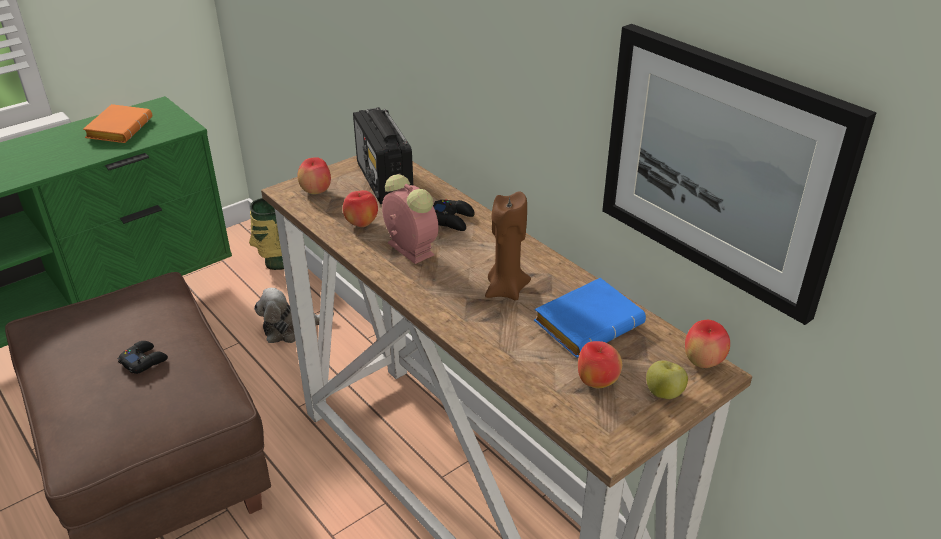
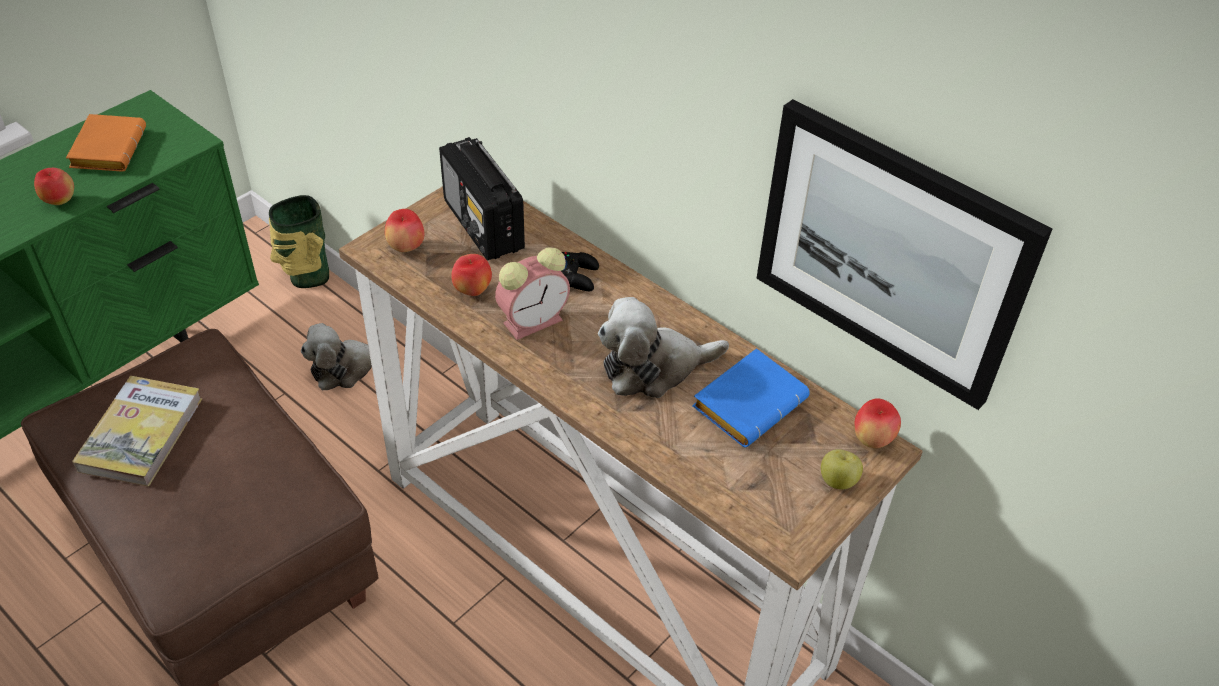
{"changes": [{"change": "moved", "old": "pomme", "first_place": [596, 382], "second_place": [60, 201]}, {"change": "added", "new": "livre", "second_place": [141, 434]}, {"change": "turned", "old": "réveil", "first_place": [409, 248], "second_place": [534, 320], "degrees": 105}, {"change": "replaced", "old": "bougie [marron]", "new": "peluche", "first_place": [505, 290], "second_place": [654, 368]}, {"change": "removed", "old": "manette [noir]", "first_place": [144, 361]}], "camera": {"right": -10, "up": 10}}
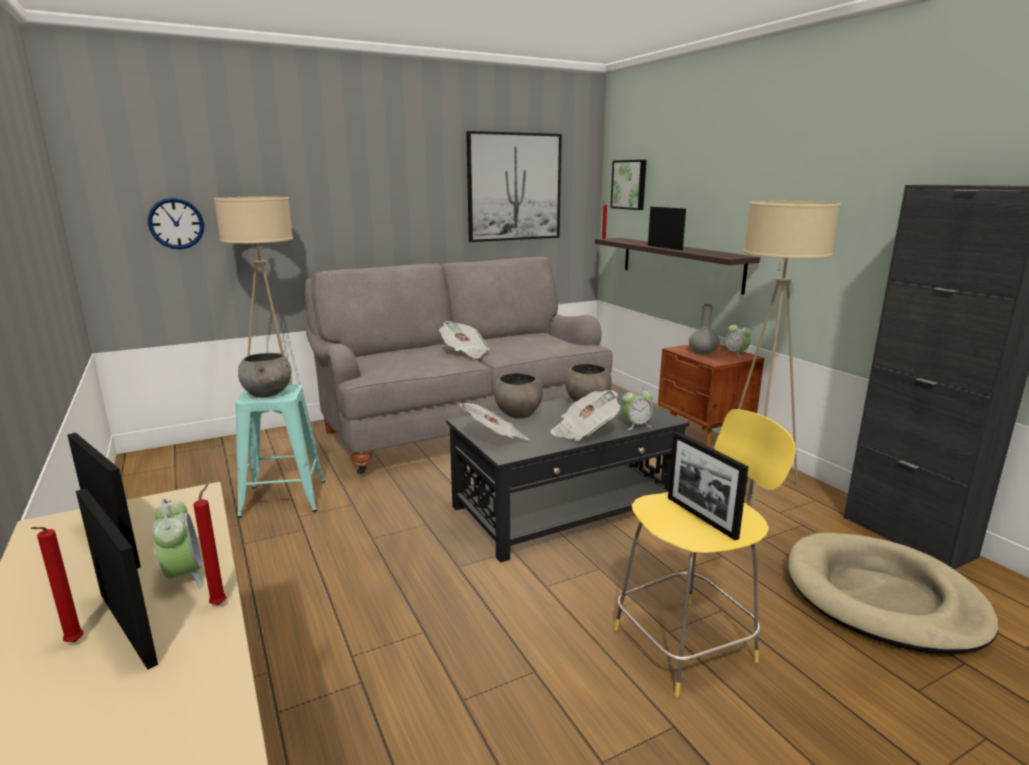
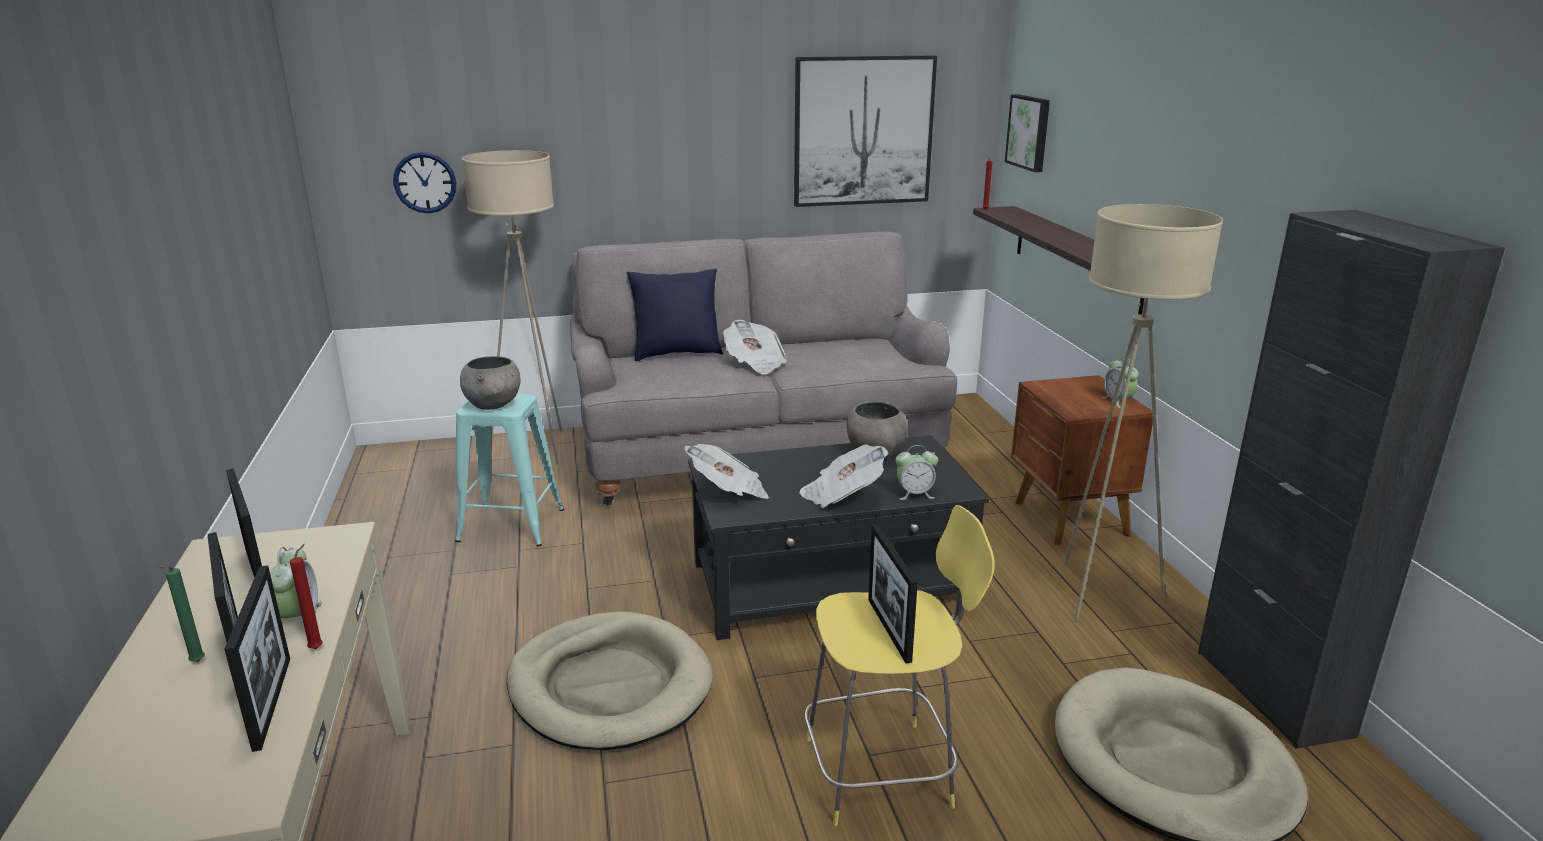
{"changes": [{"change": "recoloured", "old": "bougie [rouge]", "new": "bougie [vert]", "first_place": [72, 644], "second_place": [195, 663]}, {"change": "moved", "old": "cadre photo", "first_place": [664, 247], "second_place": [272, 702]}, {"change": "added", "new": "panier pour chien [beige]", "second_place": [610, 686]}, {"change": "added", "new": "coussin [bleu]", "second_place": [677, 353]}, {"change": "removed", "old": "bol [gris]", "first_place": [517, 414]}, {"change": "removed", "old": "vase [gris]", "first_place": [703, 352]}], "camera": {"right": 15, "up": 5}}
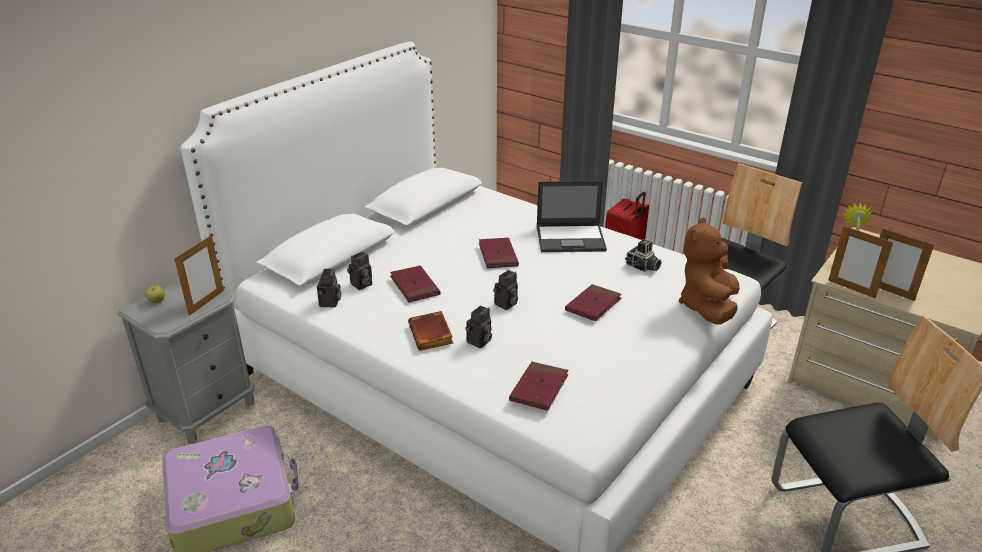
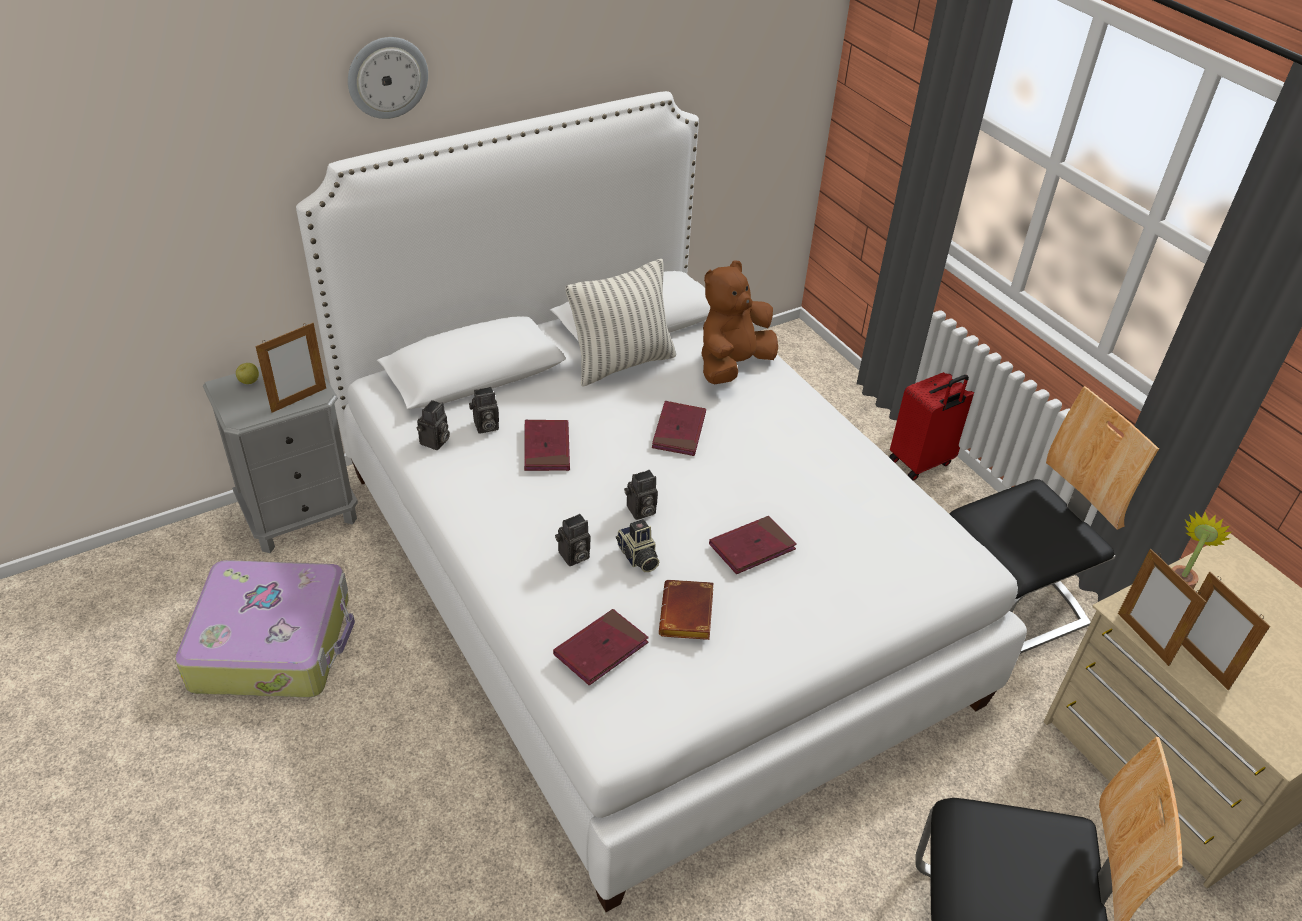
{"changes": [{"change": "added", "new": "horloge murale", "second_place": [387, 77]}, {"change": "added", "new": "coussin", "second_place": [622, 363]}, {"change": "moved", "old": "appareil photo", "first_place": [642, 267], "second_place": [637, 557]}, {"change": "moved", "old": "livre [marron]", "first_place": [432, 335], "second_place": [688, 616]}, {"change": "moved", "old": "peluche [marron]", "first_place": [707, 307], "second_place": [732, 365]}, {"change": "removed", "old": "ordinateur portable", "first_place": [571, 238]}], "camera": {"right": 20, "up": 10}}
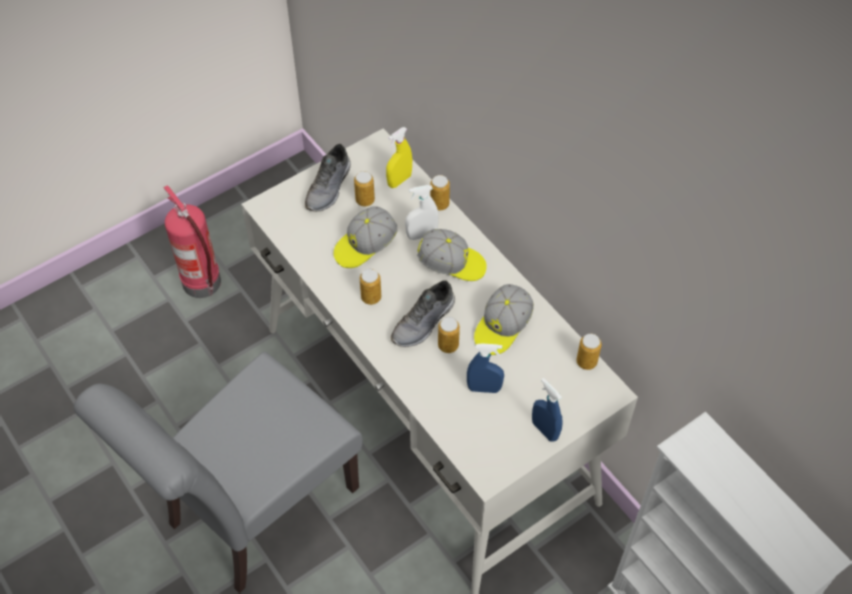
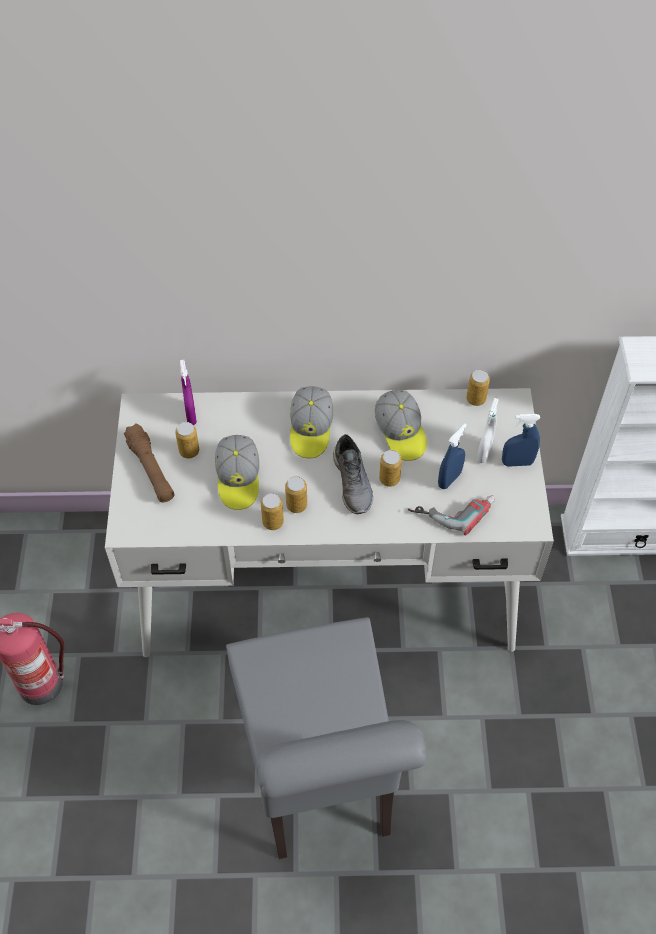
{"changes": [{"change": "replaced", "old": "chaussure [gris]", "new": "lampe de poche [marron]", "first_place": [329, 187], "second_place": [151, 469]}, {"change": "recoloured", "old": "vaporisateur [jaune]", "new": "vaporisateur [violet]", "first_place": [399, 180], "second_place": [191, 415]}, {"change": "moved", "old": "boîte métallique", "first_place": [439, 204], "second_place": [273, 522]}, {"change": "turned", "old": "casquette", "first_place": [452, 264], "second_place": [311, 429], "degrees": 135}, {"change": "added", "new": "perceuse", "second_place": [452, 507]}, {"change": "moved", "old": "vaporisateur [blanc]", "first_place": [421, 235], "second_place": [484, 452]}], "camera": {"right": -55, "up": 0}}
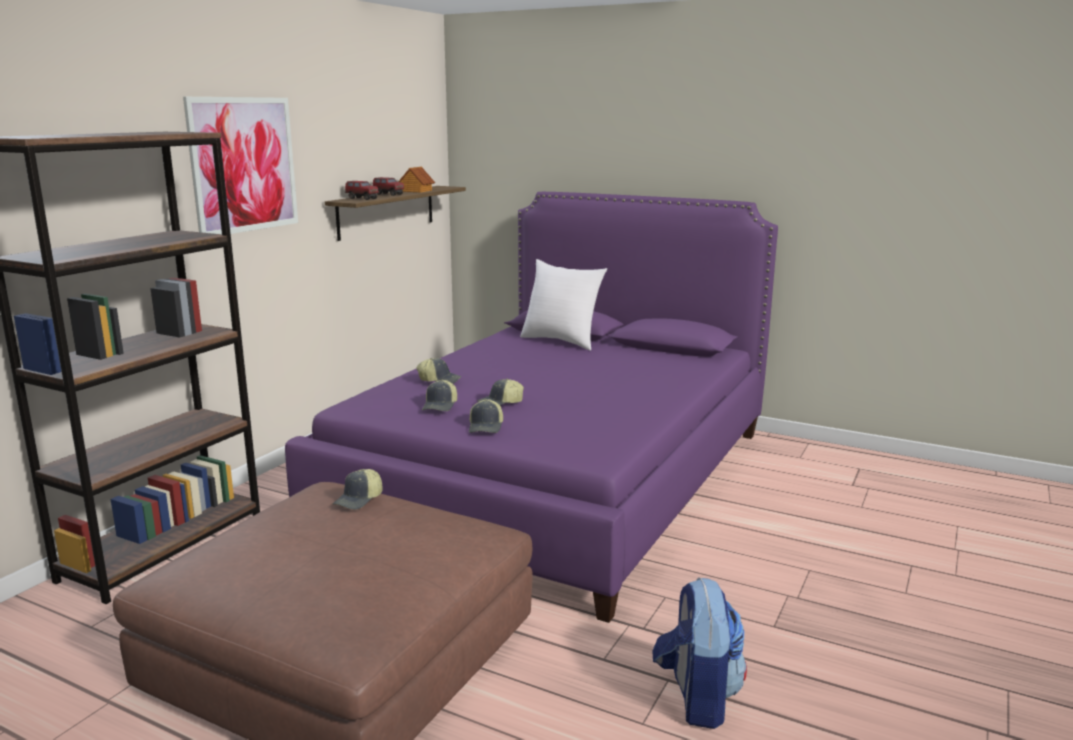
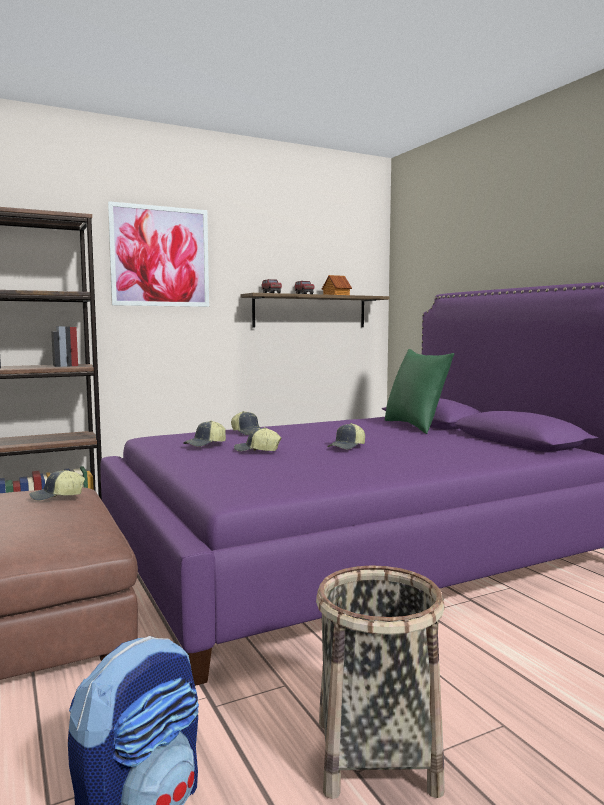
{"changes": [{"change": "added", "new": "panier", "second_place": [376, 756]}, {"change": "moved", "old": "casquette", "first_place": [486, 427], "second_place": [347, 447]}, {"change": "recoloured", "old": "coussin [blanc]", "new": "coussin [vert]", "first_place": [562, 341], "second_place": [416, 426]}], "camera": {"right": 35, "up": -10}}
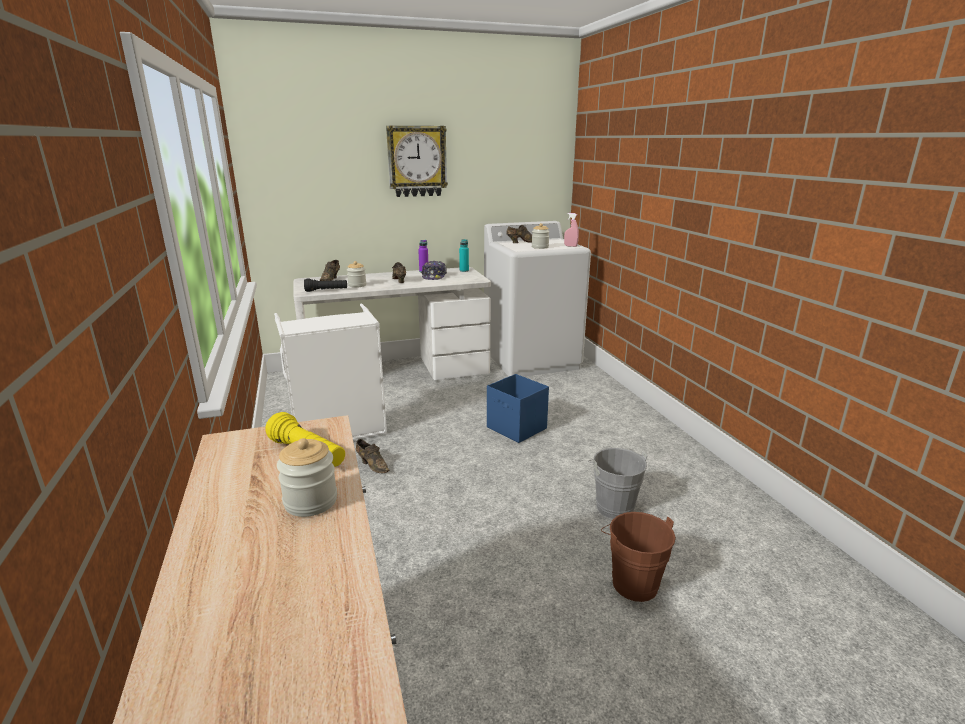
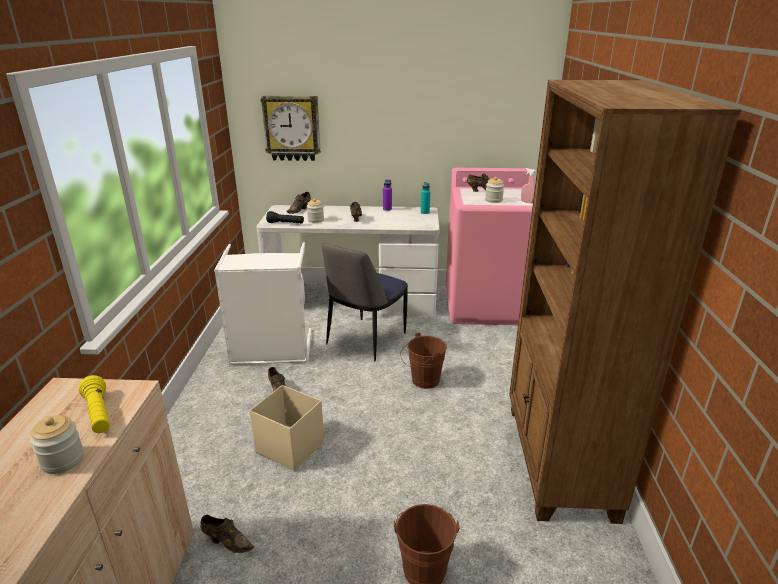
{"changes": [{"change": "added", "new": "chaussure [marron]", "second_place": [227, 542]}, {"change": "added", "new": "boîte de rangement [beige]", "second_place": [289, 446]}, {"change": "moved", "old": "horloge murale", "first_place": [417, 161], "second_place": [292, 128]}, {"change": "added", "new": "chaise", "second_place": [365, 340]}, {"change": "replaced", "old": "boîte de rangement [bleu]", "new": "seau [marron]", "first_place": [517, 428], "second_place": [422, 381]}, {"change": "recoloured", "old": "lave-linge [blanc]", "new": "lave-linge [rose]", "first_place": [532, 359], "second_place": [486, 306]}, {"change": "added", "new": "bibliothèque [marron]", "second_place": [558, 461]}, {"change": "removed", "old": "casquette", "first_place": [434, 276]}, {"change": "removed", "old": "seau [gris]", "first_place": [612, 505]}], "camera": {"right": 20, "up": 5}}
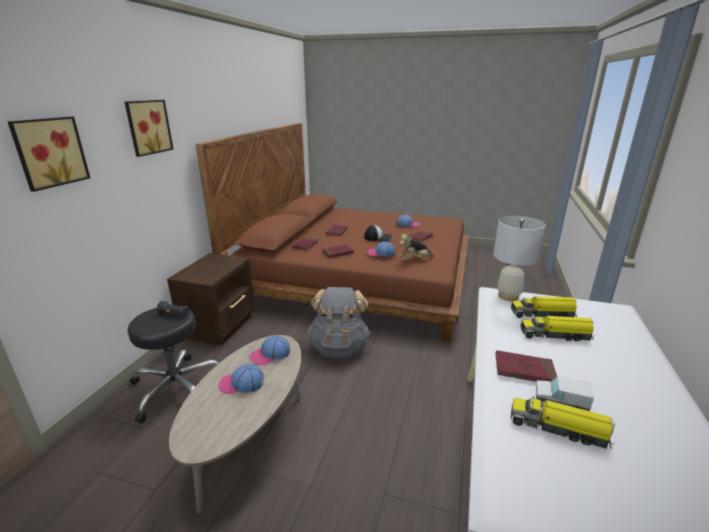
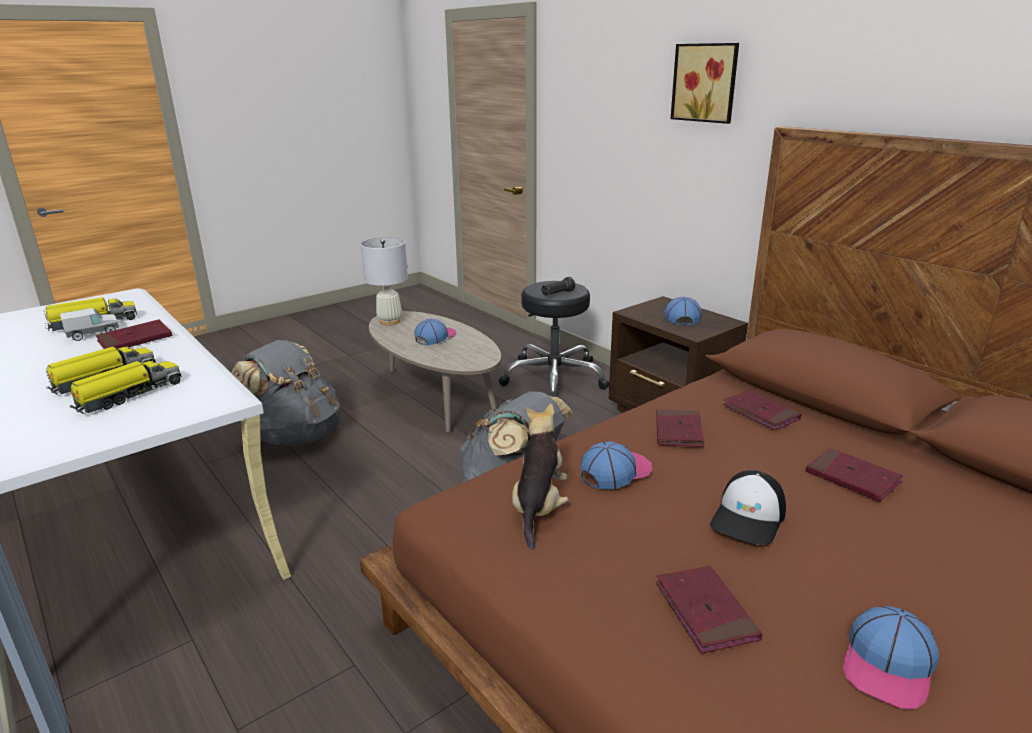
{"changes": [{"change": "added", "new": "sac à dos [gris]", "second_place": [297, 435]}, {"change": "moved", "old": "lampe de table [blanc]", "first_place": [508, 296], "second_place": [390, 321]}, {"change": "moved", "old": "casquette", "first_place": [270, 354], "second_place": [681, 316]}, {"change": "removed", "old": "tableau", "first_place": [49, 152]}], "camera": {"right": 125, "up": 0}}
